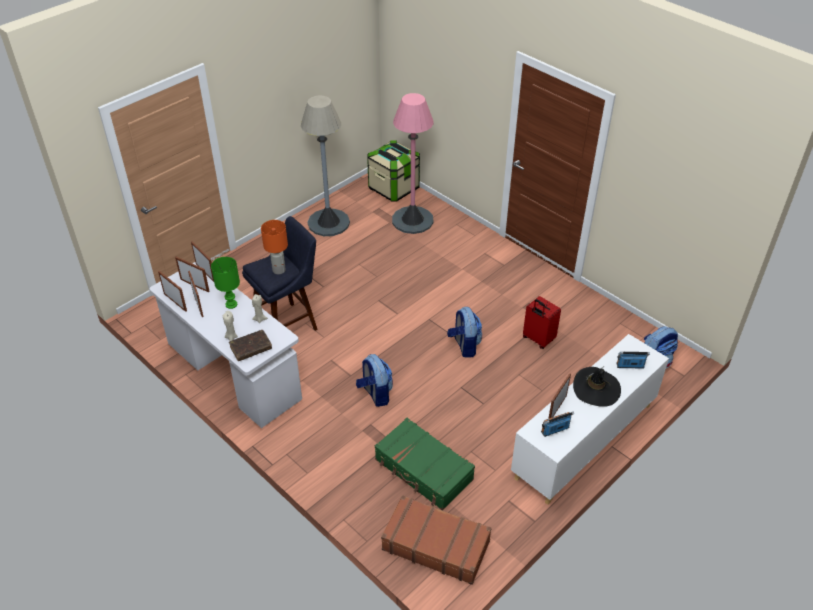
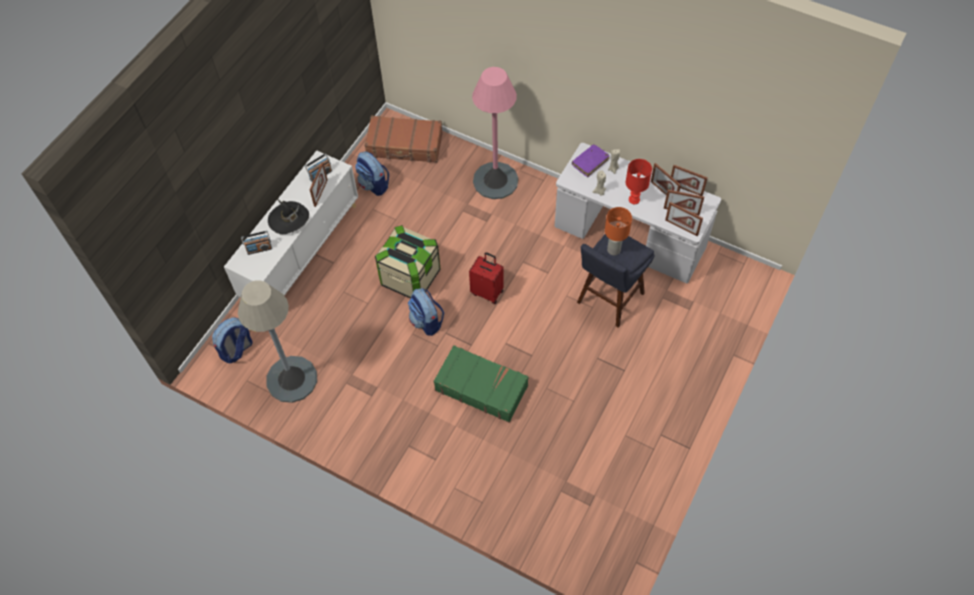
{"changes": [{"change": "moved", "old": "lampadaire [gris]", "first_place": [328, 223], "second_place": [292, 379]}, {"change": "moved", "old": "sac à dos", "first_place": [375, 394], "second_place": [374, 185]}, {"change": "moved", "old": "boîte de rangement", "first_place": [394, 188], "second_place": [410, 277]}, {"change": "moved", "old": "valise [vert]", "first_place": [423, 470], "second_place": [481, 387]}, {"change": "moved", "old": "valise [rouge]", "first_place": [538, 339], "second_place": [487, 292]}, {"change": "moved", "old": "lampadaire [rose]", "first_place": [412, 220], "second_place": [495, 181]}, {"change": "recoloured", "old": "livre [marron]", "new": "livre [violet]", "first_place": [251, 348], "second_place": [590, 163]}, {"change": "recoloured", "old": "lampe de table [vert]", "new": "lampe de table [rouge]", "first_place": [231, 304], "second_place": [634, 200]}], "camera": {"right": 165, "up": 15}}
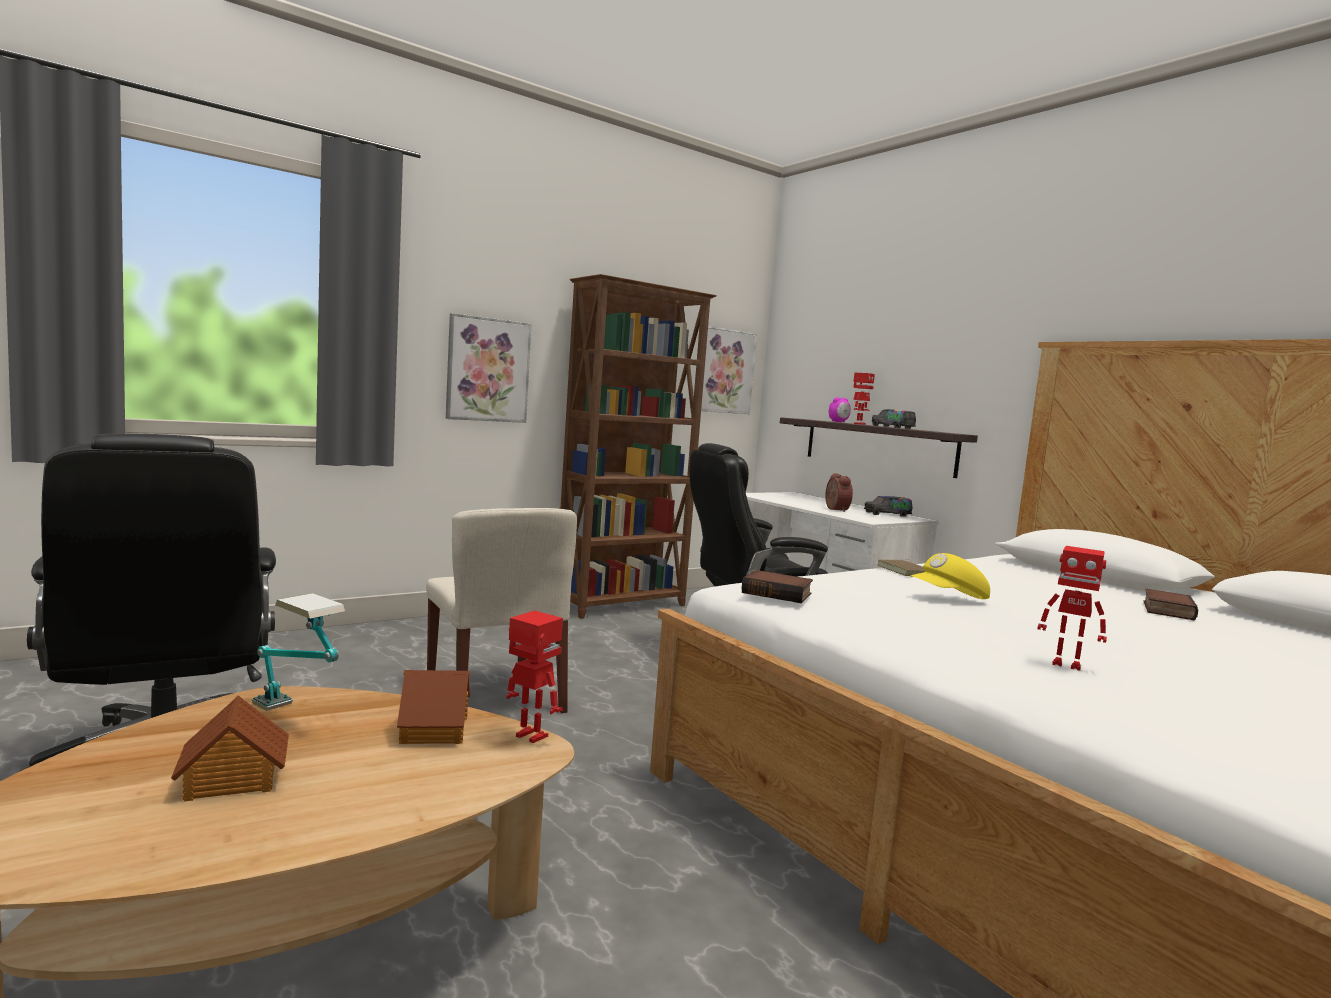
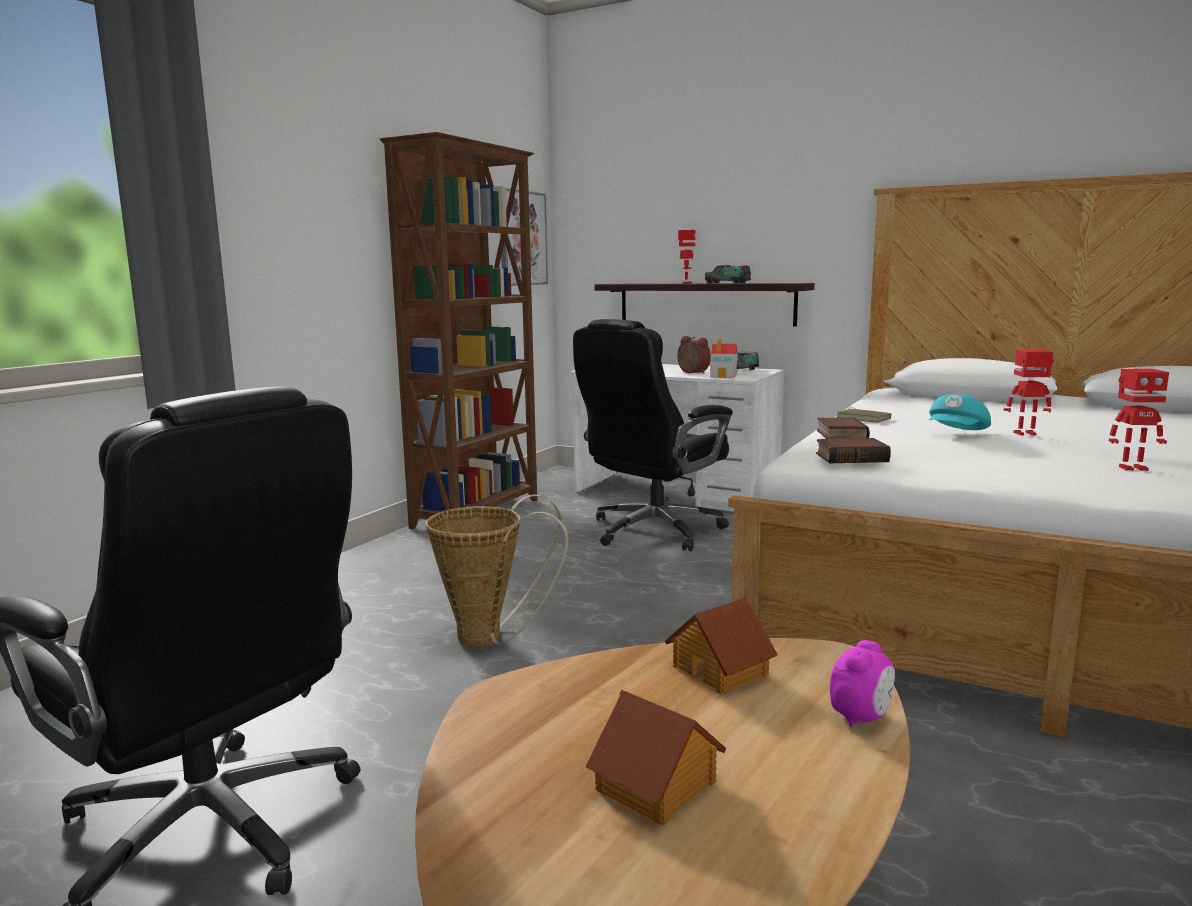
{"changes": [{"change": "replaced", "old": "chaise [beige]", "new": "panier", "first_place": [495, 696], "second_place": [490, 639]}, {"change": "added", "new": "maison miniature", "second_place": [724, 376]}, {"change": "moved", "old": "livre", "first_place": [1166, 610], "second_place": [839, 435]}, {"change": "moved", "old": "réveil", "first_place": [838, 422], "second_place": [861, 717]}, {"change": "recoloured", "old": "casquette [jaune]", "new": "casquette [turquoise]", "first_place": [949, 598], "second_place": [957, 434]}, {"change": "moved", "old": "robot jouet", "first_place": [530, 736], "second_place": [1025, 434]}, {"change": "removed", "old": "lampe de table", "first_place": [297, 716]}, {"change": "removed", "old": "tableau", "first_place": [488, 370]}], "camera": {"right": -25, "up": 5}}
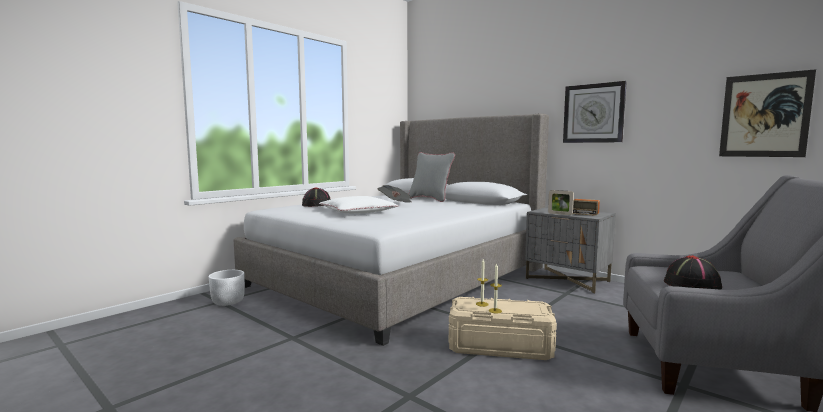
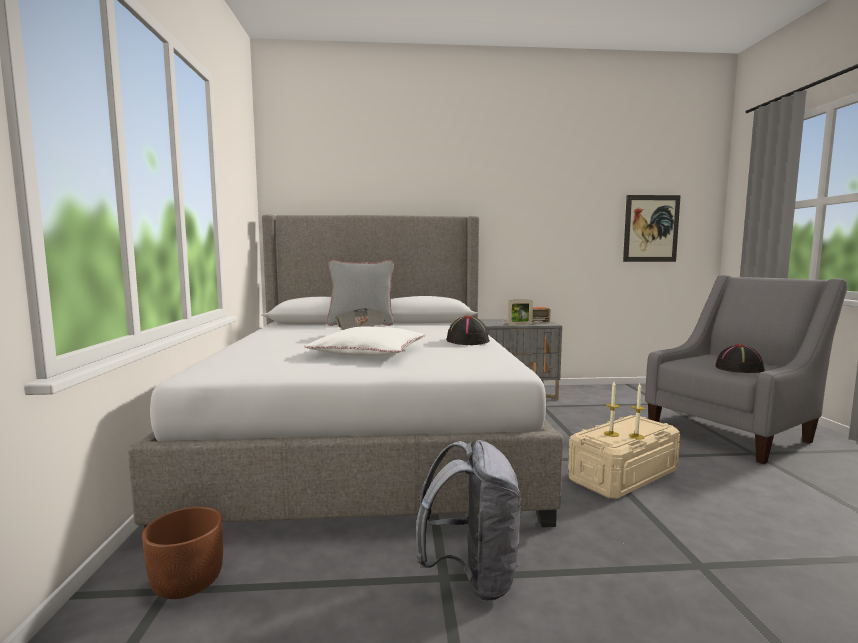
{"changes": [{"change": "recoloured", "old": "cache-pot [blanc]", "new": "cache-pot [marron]", "first_place": [228, 302], "second_place": [187, 582]}, {"change": "added", "new": "sac à dos [gris]", "second_place": [472, 577]}, {"change": "moved", "old": "chapeau [noir]", "first_place": [317, 204], "second_place": [468, 341]}, {"change": "removed", "old": "horloge murale", "first_place": [593, 113]}], "camera": {"right": -45, "up": 0}}
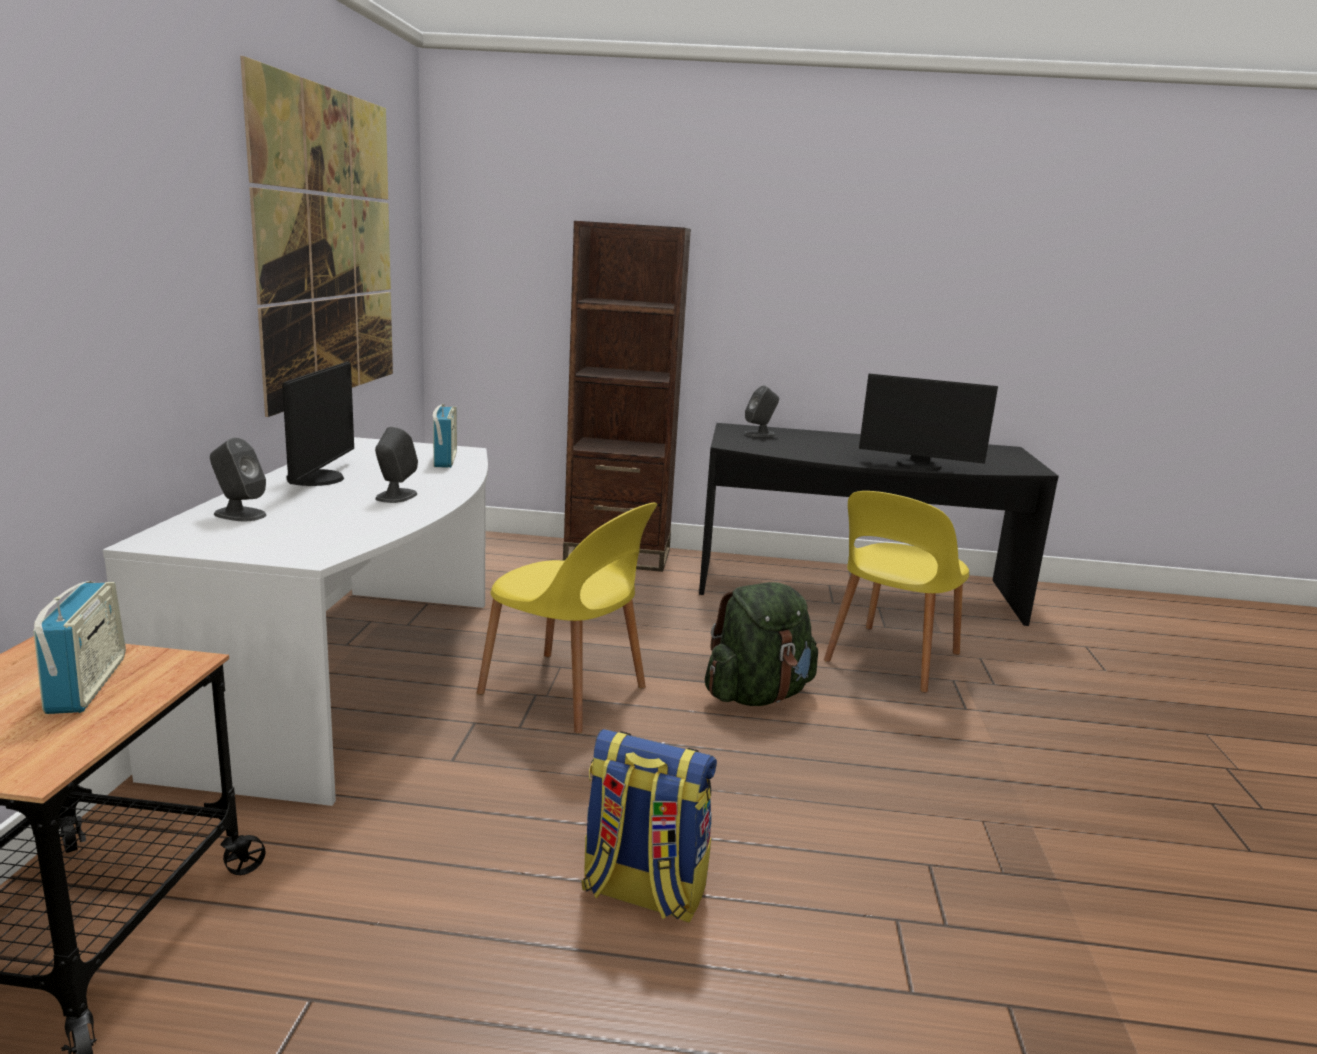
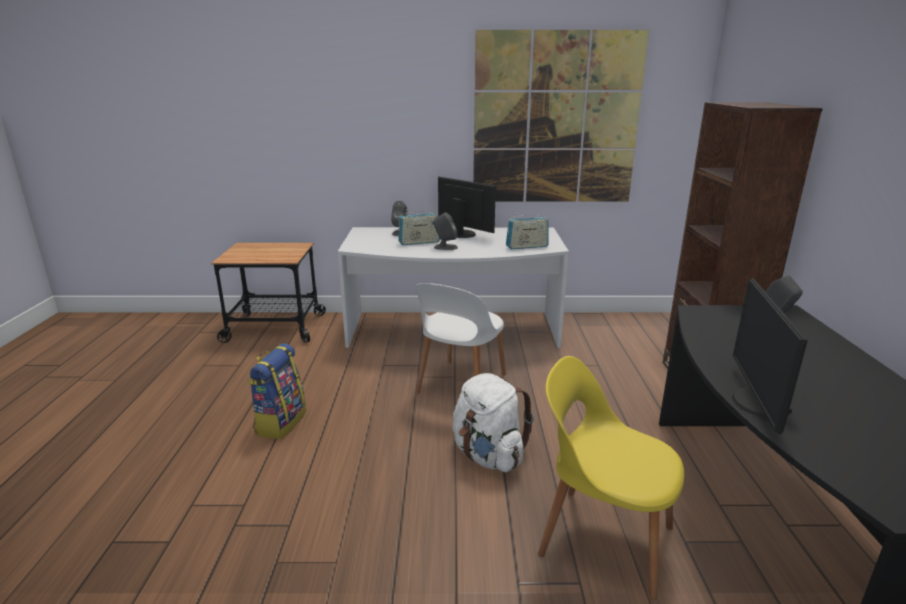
{"changes": [{"change": "moved", "old": "radio", "first_place": [87, 685], "second_place": [419, 242]}, {"change": "recoloured", "old": "chaise [jaune]", "new": "chaise [blanc]", "first_place": [566, 692], "second_place": [460, 385]}, {"change": "turned", "old": "écran d'ordinateur", "first_place": [318, 479], "second_place": [463, 234], "degrees": -135}, {"change": "recoloured", "old": "sac à dos [vert]", "new": "sac à dos [blanc]", "first_place": [757, 695], "second_place": [488, 455]}], "camera": {"right": 85, "up": 5}}
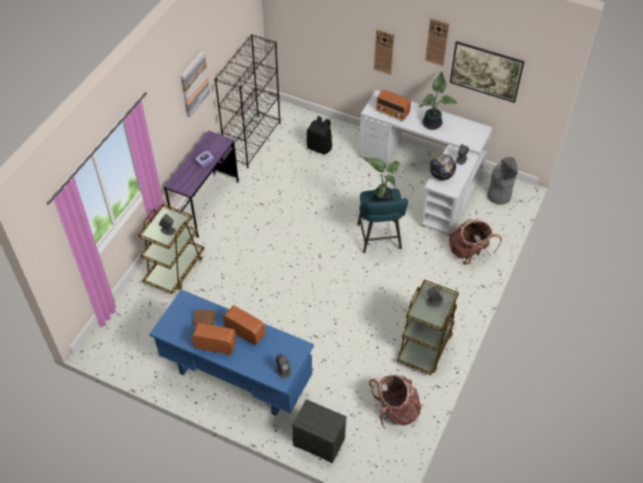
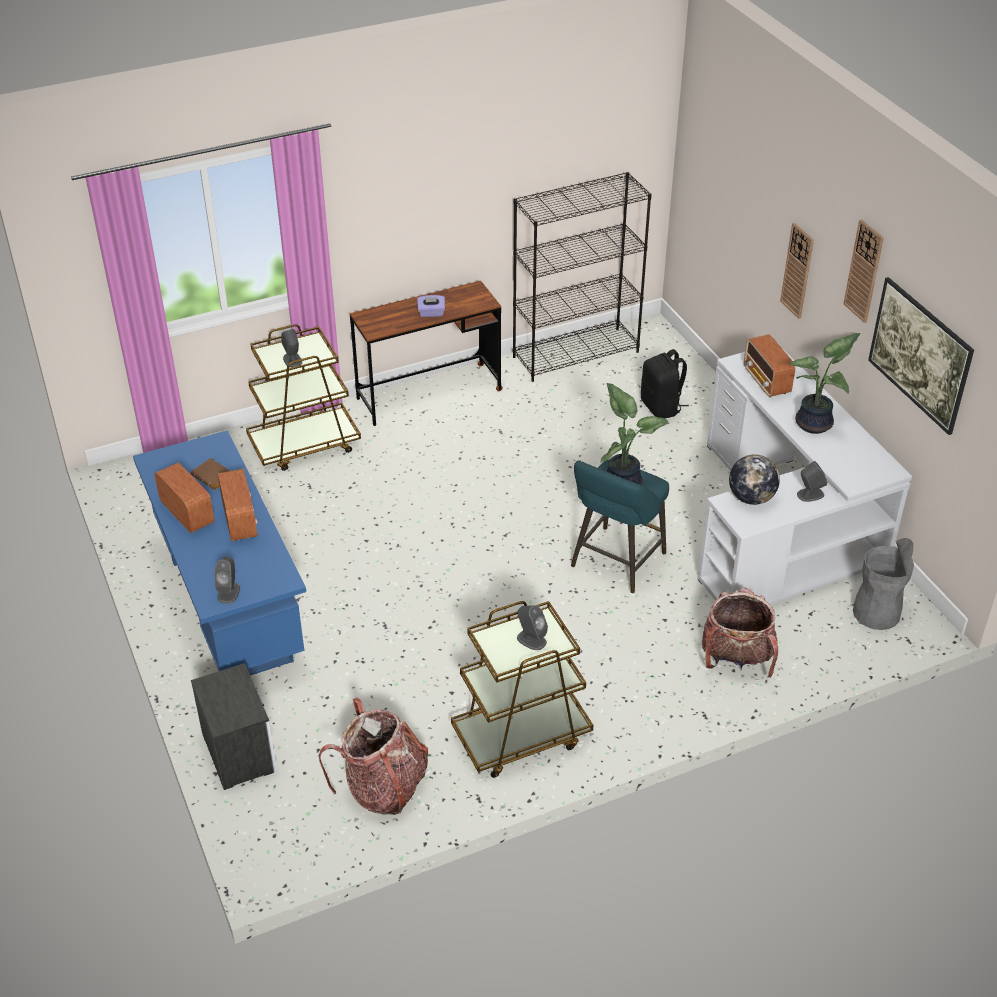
{"changes": [{"change": "recoloured", "old": "bureau [violet]", "new": "bureau [marron]", "first_place": [206, 204], "second_place": [429, 394]}, {"change": "removed", "old": "tableau", "first_place": [194, 84]}], "camera": {"right": 40, "up": -10}}
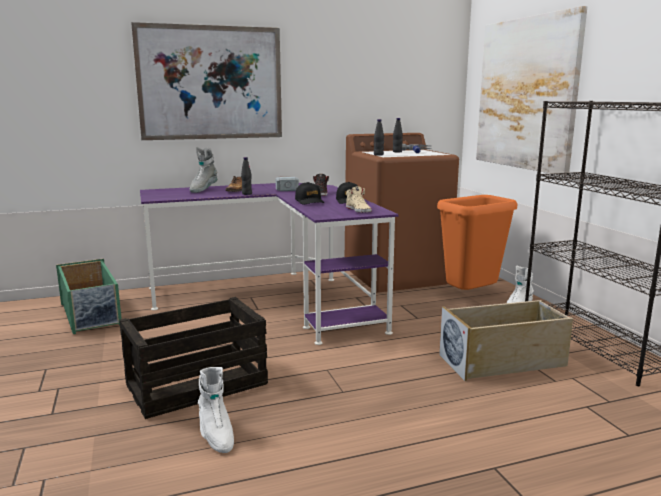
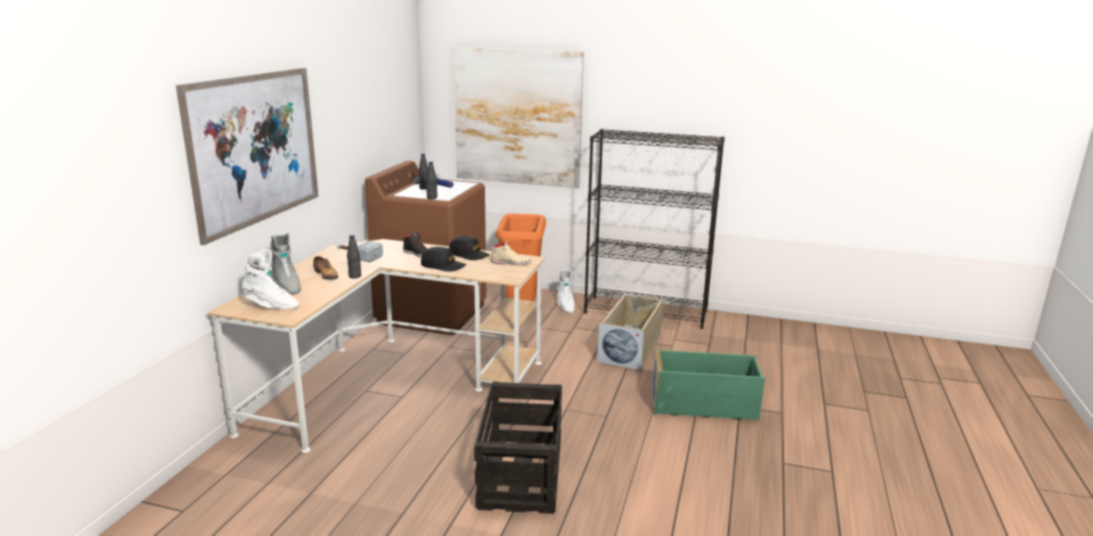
{"changes": [{"change": "recoloured", "old": "bureau [violet]", "new": "bureau [beige]", "first_place": [275, 298], "second_place": [390, 380]}, {"change": "moved", "old": "botte [blanc]", "first_place": [215, 435], "second_place": [271, 306]}, {"change": "moved", "old": "boîte de rangement [vert]", "first_place": [91, 314], "second_place": [704, 404]}], "camera": {"right": -55, "up": 5}}
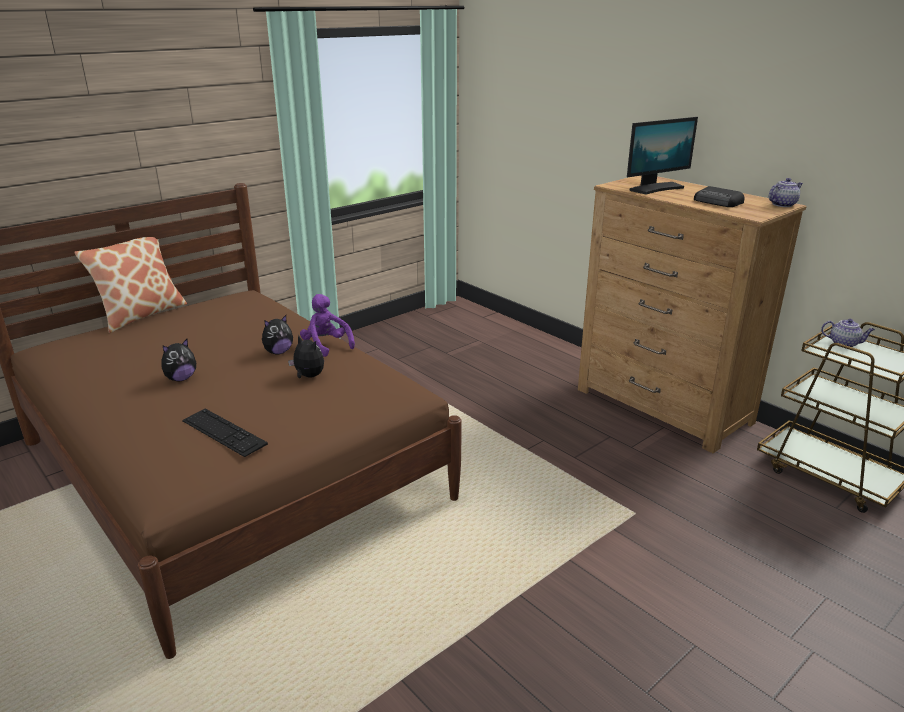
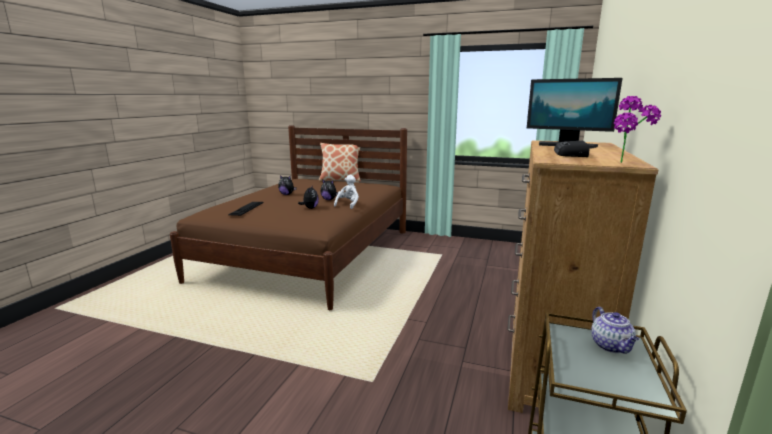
{"changes": [{"change": "recoloured", "old": "peluche [violet]", "new": "peluche [blanc]", "first_place": [326, 346], "second_place": [348, 204]}, {"change": "replaced", "old": "théière", "new": "plante en pot", "first_place": [782, 204], "second_place": [628, 163]}], "camera": {"right": 60, "up": -10}}
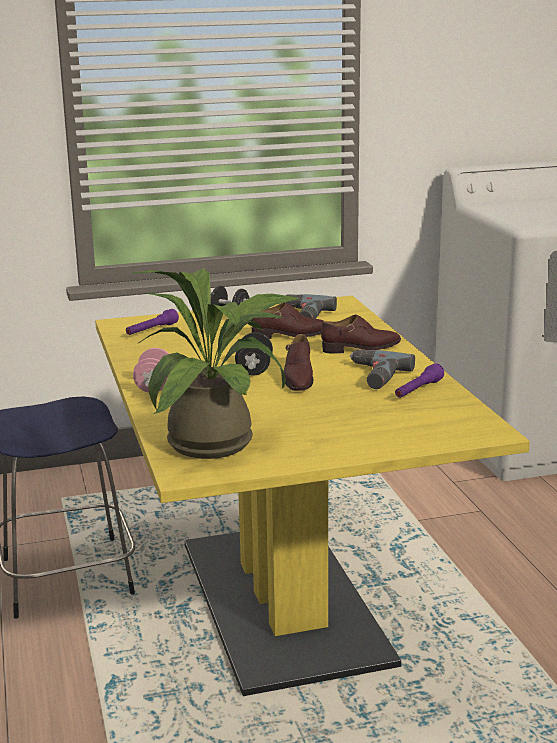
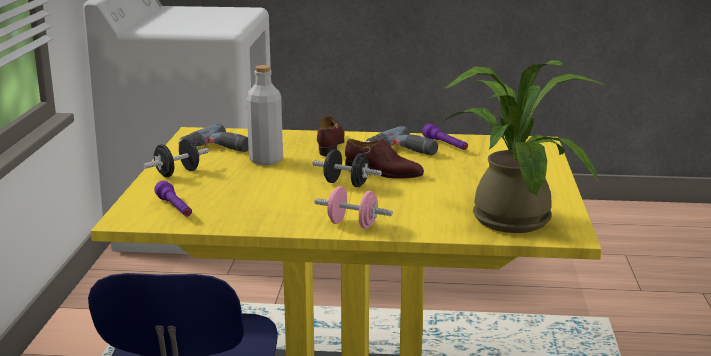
{"changes": [{"change": "replaced", "old": "chaussure [marron]", "new": "bouteille [gris]", "first_place": [290, 335], "second_place": [266, 160]}], "camera": {"right": -70, "up": 0}}
